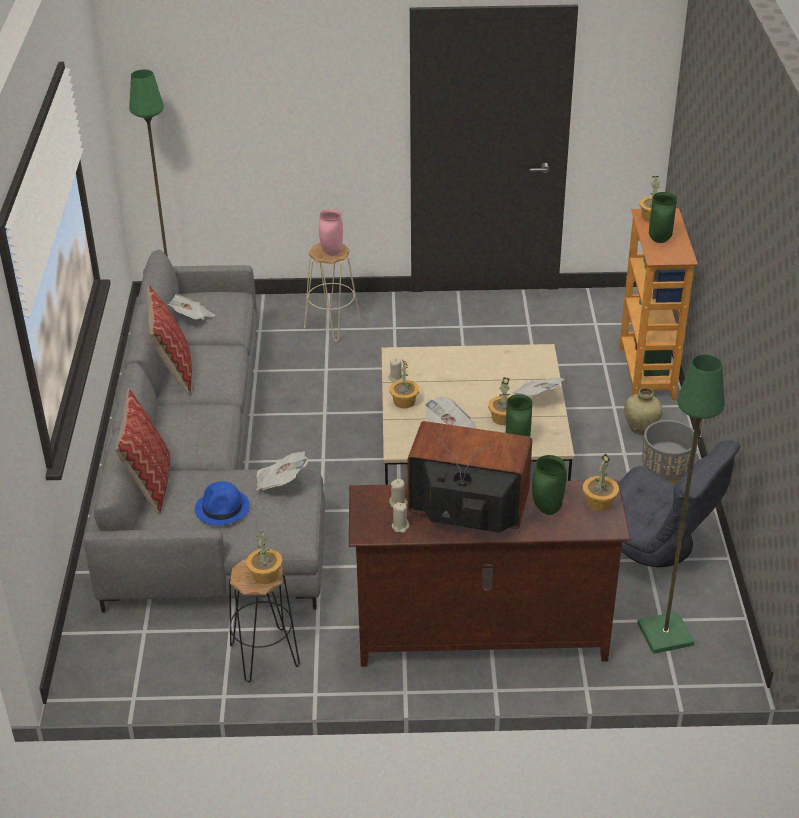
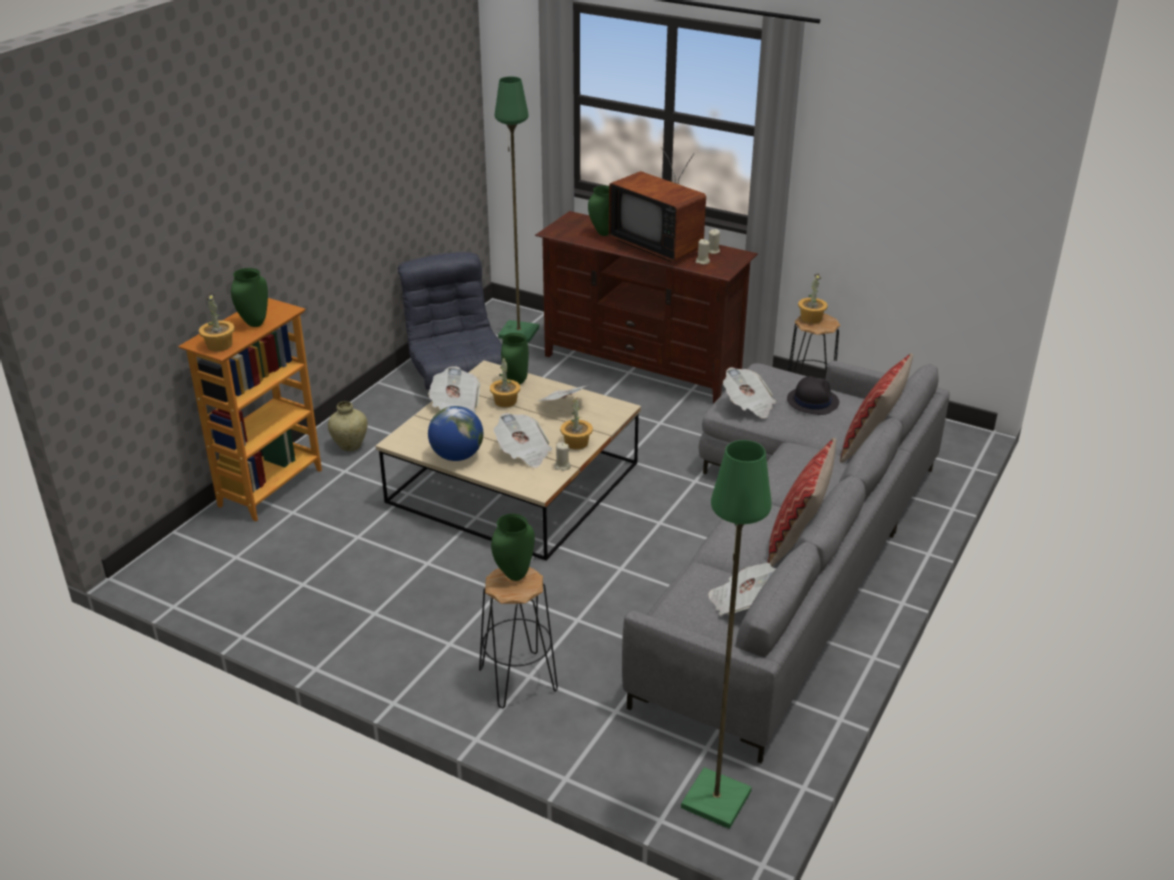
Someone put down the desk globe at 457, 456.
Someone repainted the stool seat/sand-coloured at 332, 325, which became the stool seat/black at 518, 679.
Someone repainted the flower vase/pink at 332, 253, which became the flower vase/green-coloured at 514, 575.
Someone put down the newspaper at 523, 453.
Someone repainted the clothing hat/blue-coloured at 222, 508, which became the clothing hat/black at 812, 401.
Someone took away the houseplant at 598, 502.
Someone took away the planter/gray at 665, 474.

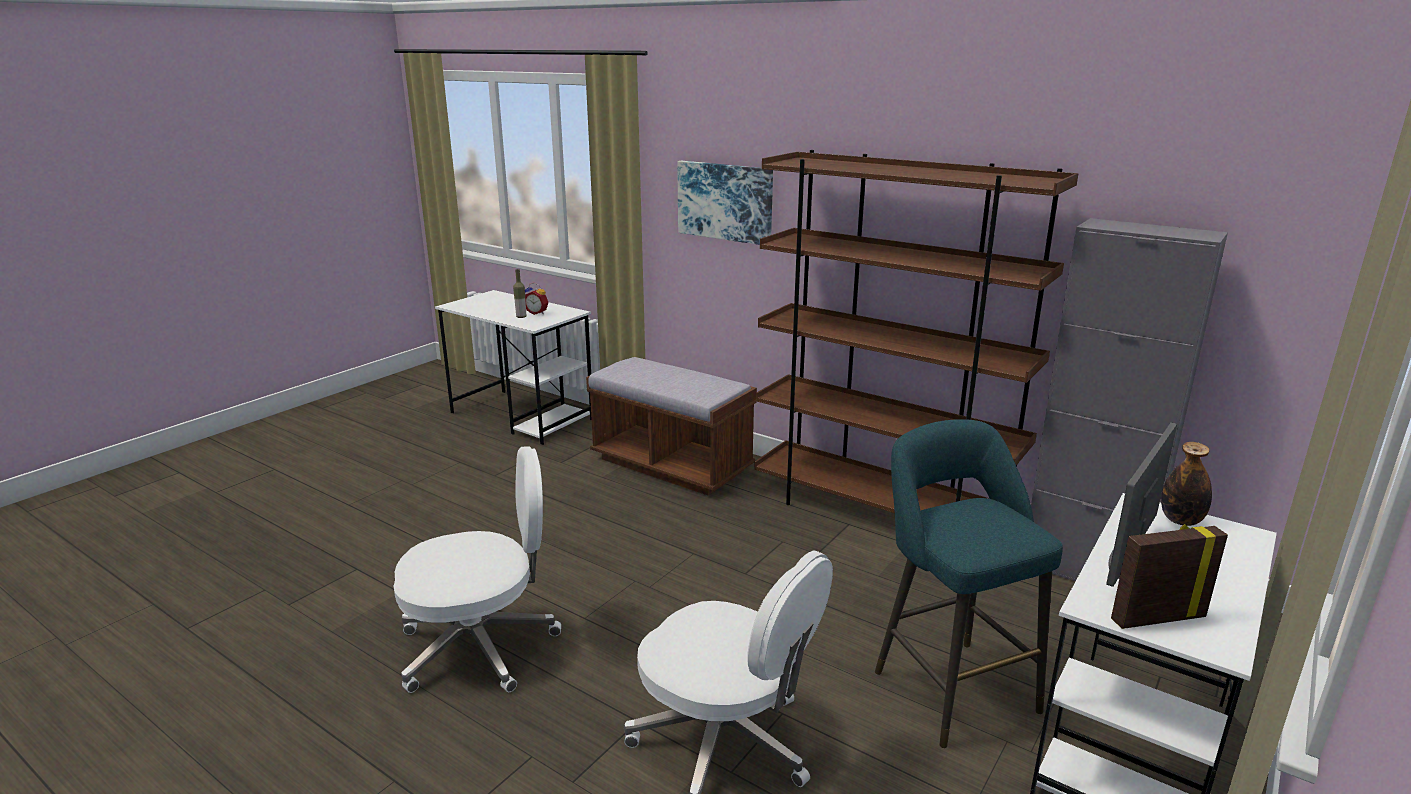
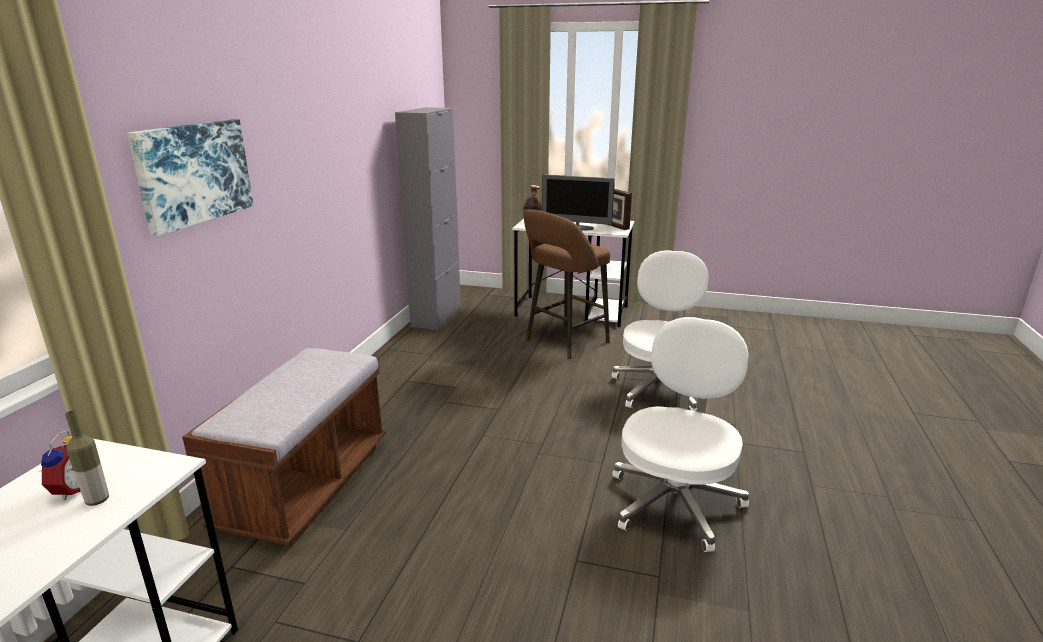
Someone repainted the stool seat/turquoise-coloured at 949, 685, which became the stool seat/brown-coloured at 564, 342.
Someone rotated the office chair/whitish at 481, 646 by 60 degrees clockwise.
Someone took away the shelving unit/brown-coloured at 880, 515.

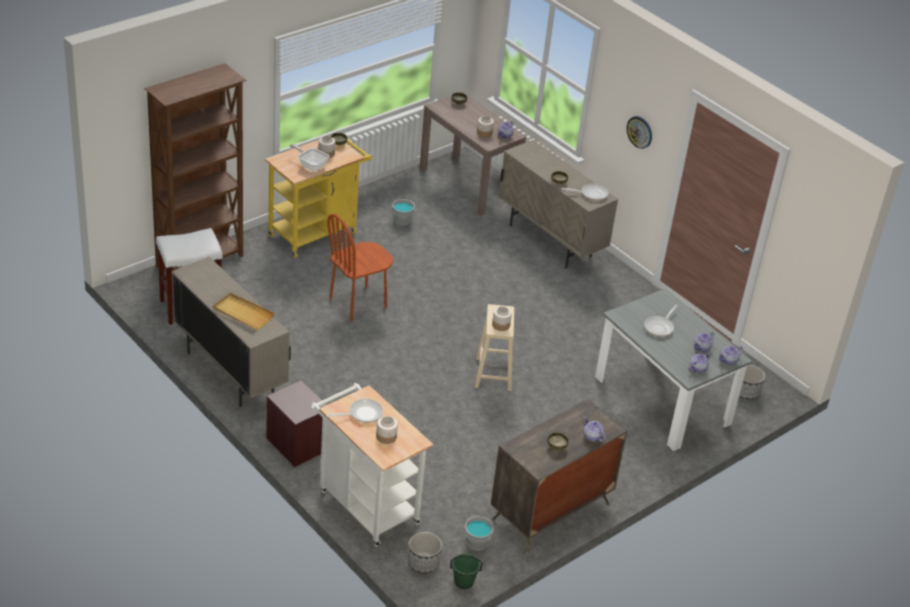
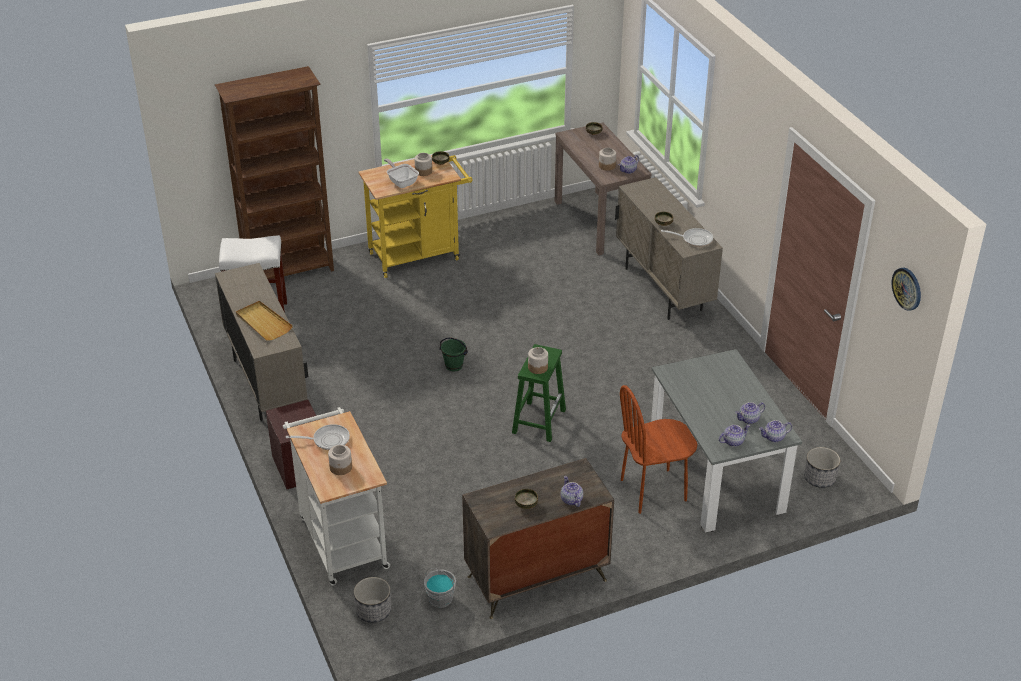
Someone carried the pail/green-coloured from 464, 582 to 454, 366.
Someone repainted the stool seat/sand-coloured at 493, 373, which became the stool seat/green-coloured at 539, 420.
Someone carried the plain chair/brown-coloured from 358, 303 to 653, 490.
Someone carried the hanging clock from 640, 132 to 907, 288.
Someone took away the pail/gray at 402, 220.
Someone took away the frying pan at 660, 327.

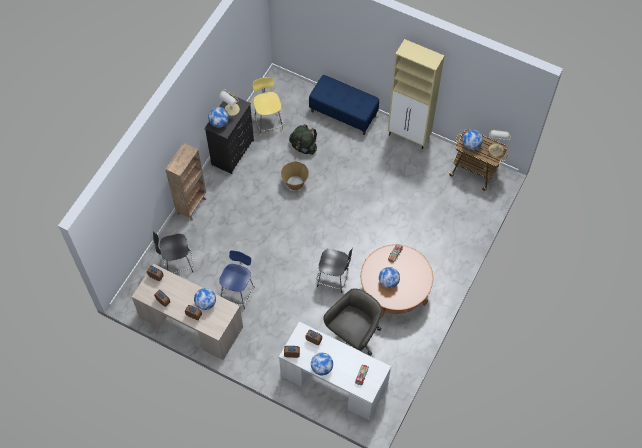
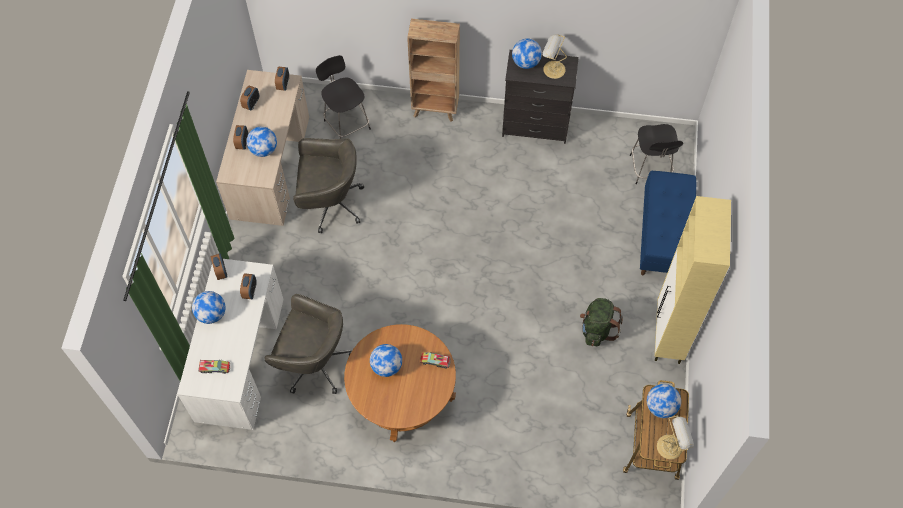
Someone swapped the stool seat/blue-coloured at 238, 292 for the office chair/gray at 330, 203.
Someone carried the knapsack/green-coloured from 303, 147 to 597, 329.
Someone carried the stool seat/black from 334, 279 to 650, 169.
Someone took away the stool seat/yellow at 268, 122.
Someone took away the basket at 295, 183.

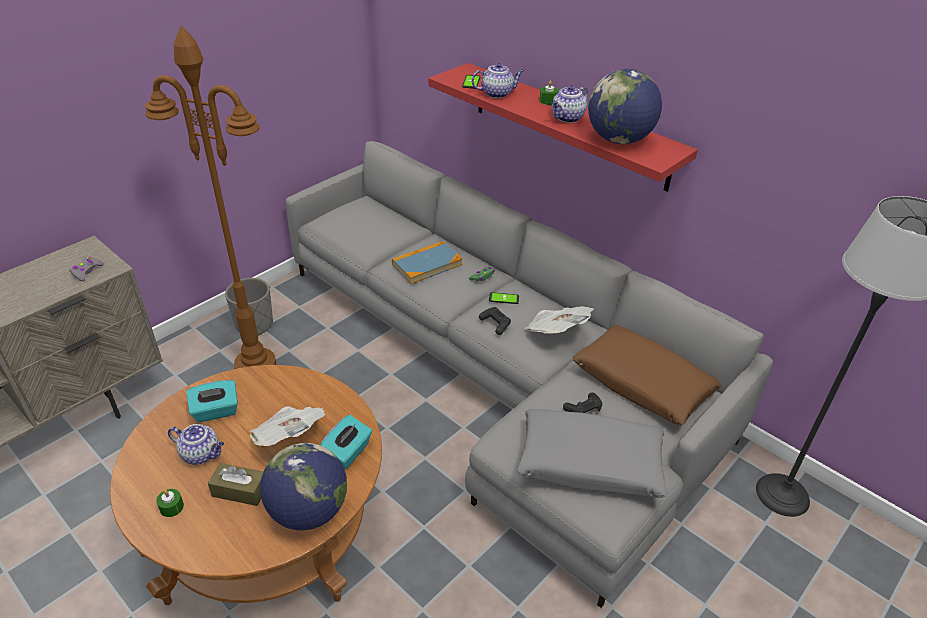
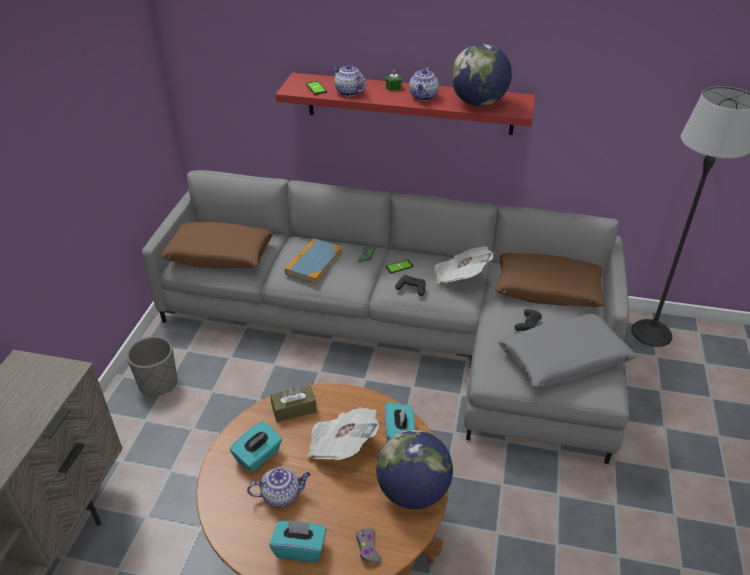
Someone put down the pillow/brown-coloured at 219, 255.
Someone swapped the wax candle/green-coloured at 171, 507 for the tissue holder/turquoise-coloured at 300, 548.
Someone carried the tissue holder/brown-coloured from 240, 491 to 294, 409.
Someone rotated the tea pot at 497, 93 by 90 degrees counterclockwise.
Someone carried the gamepad/gray from 87, 271 to 368, 548.
Someone took away the standard lamp/brown-coloured at 255, 365.

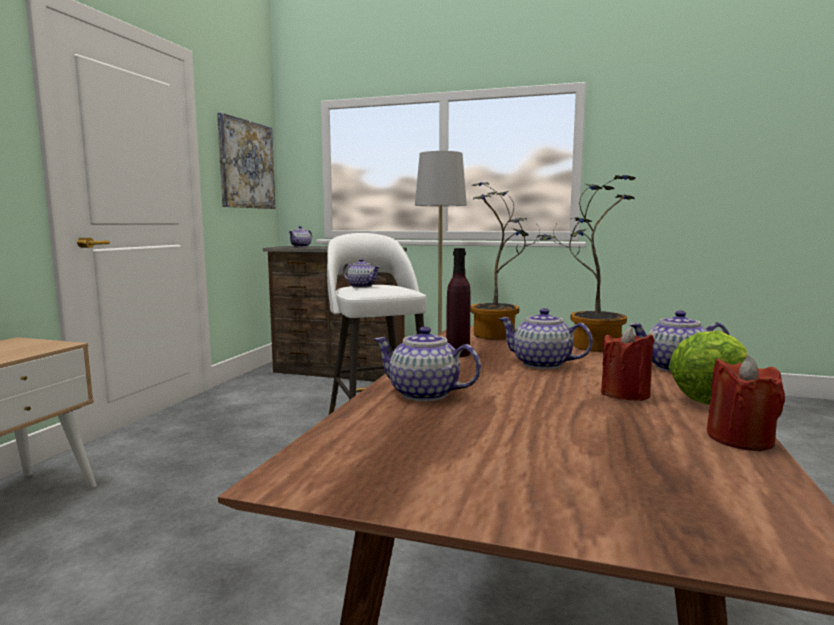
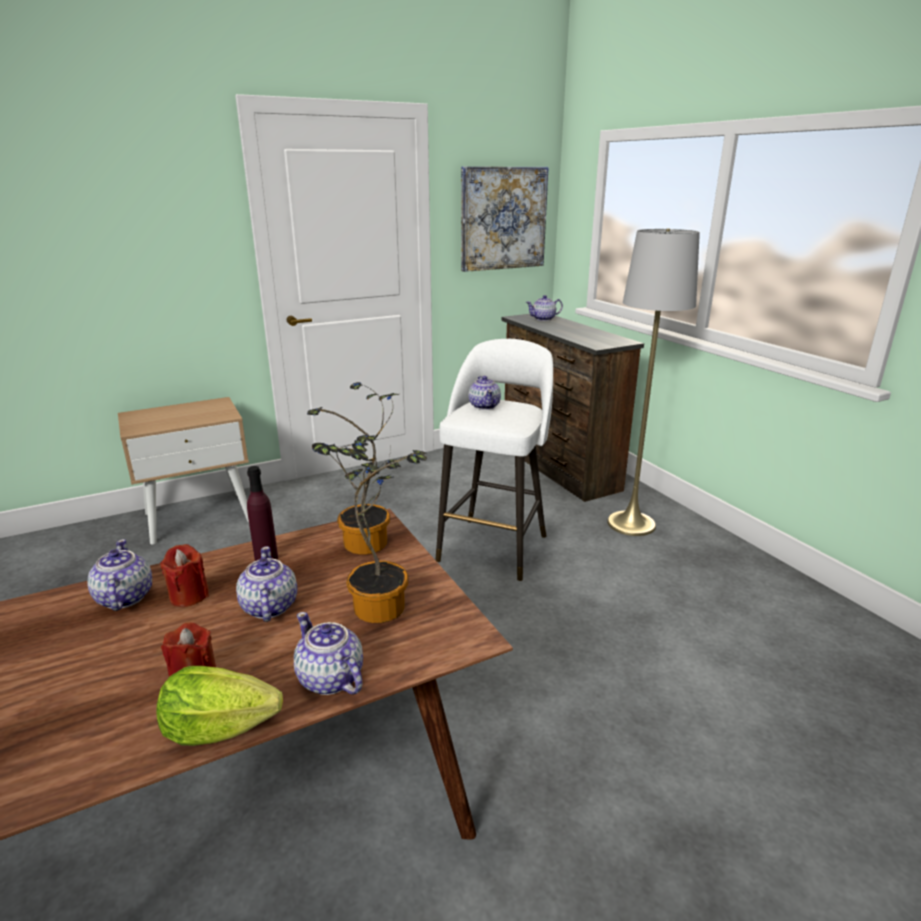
Someone carried the wax candle/red from 740, 439 to 189, 596.

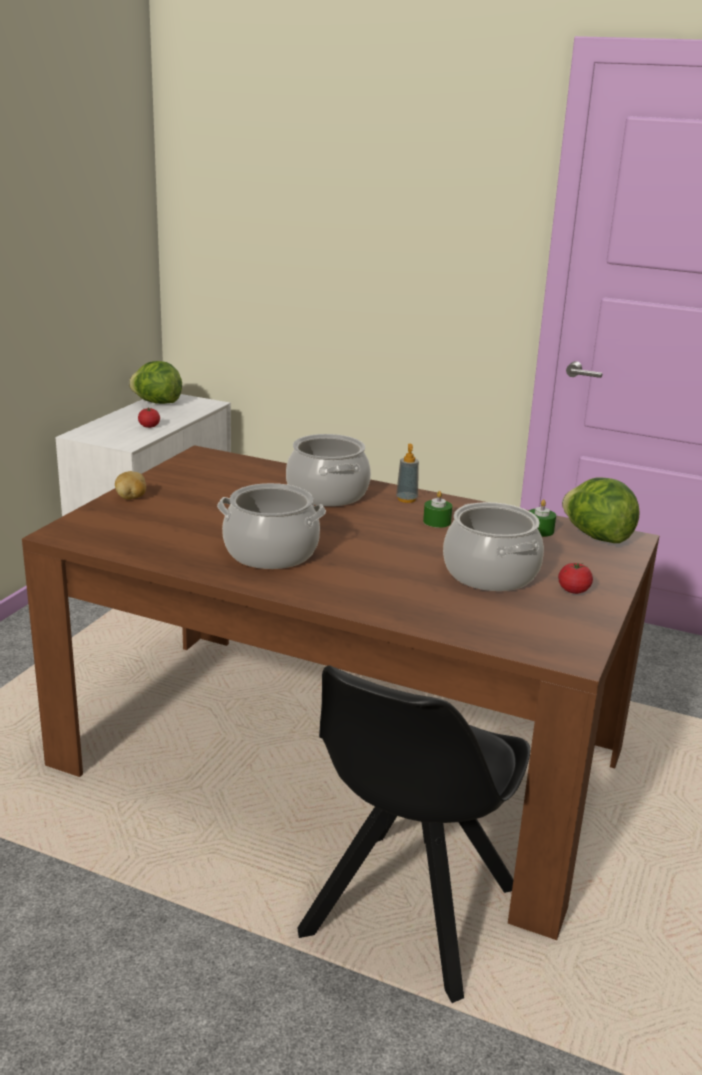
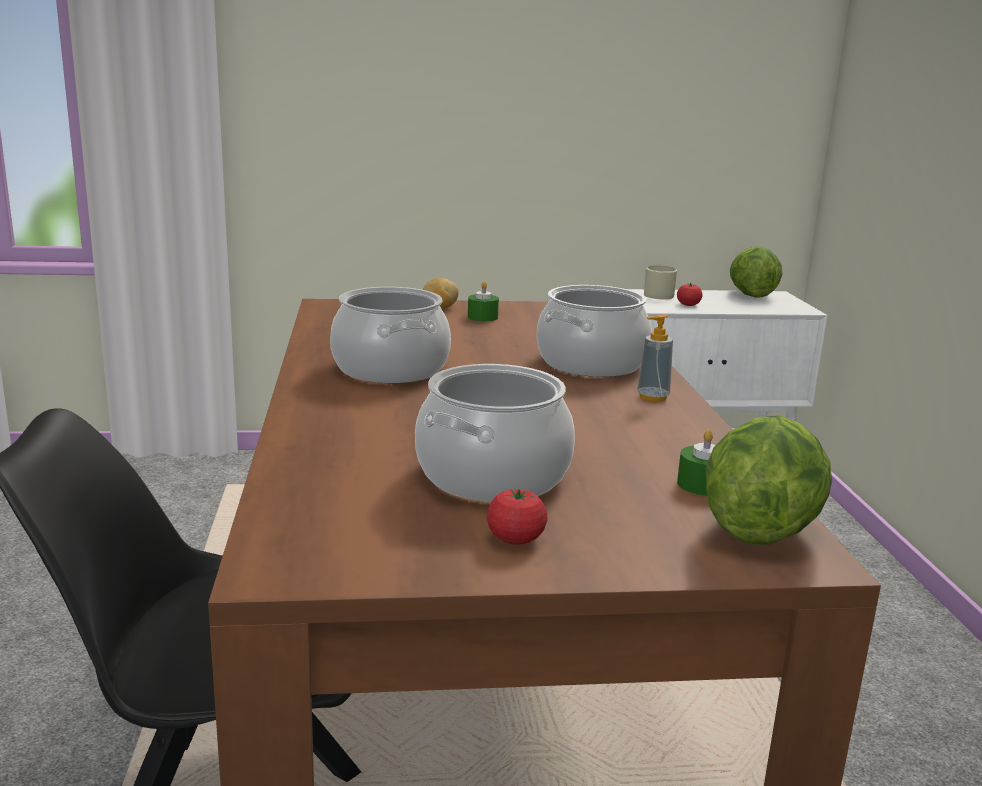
Someone carried the wax candle/green-coloured from 437, 521 to 482, 317.
Someone put down the tea mug/sand-coloured at 658, 294.

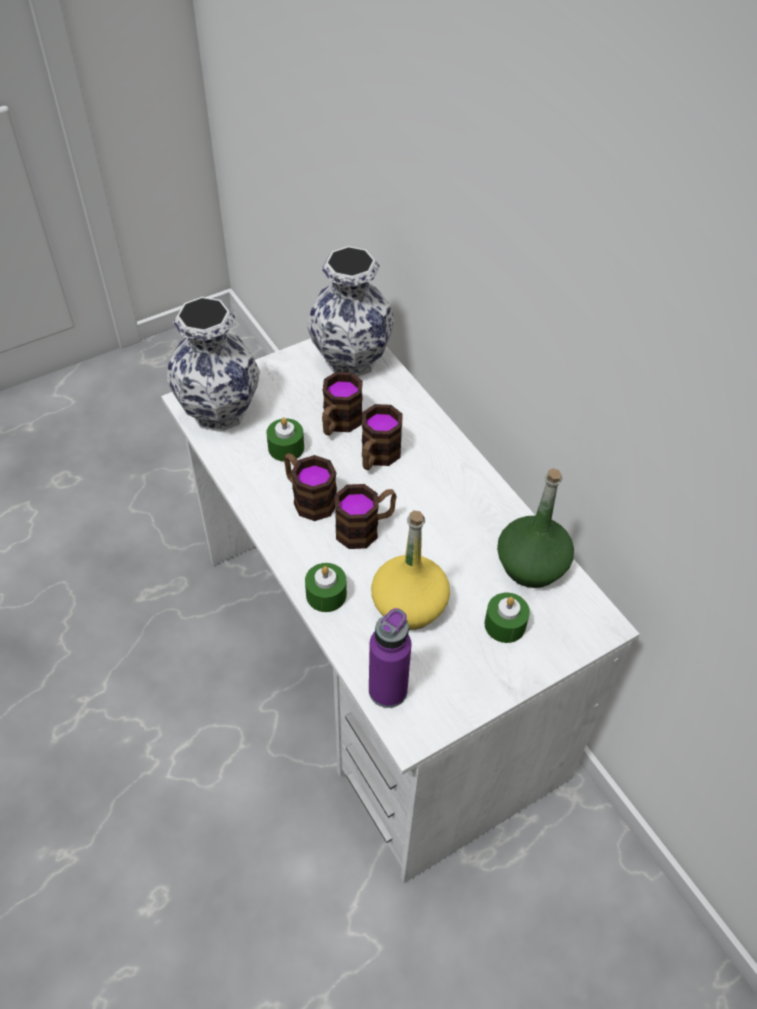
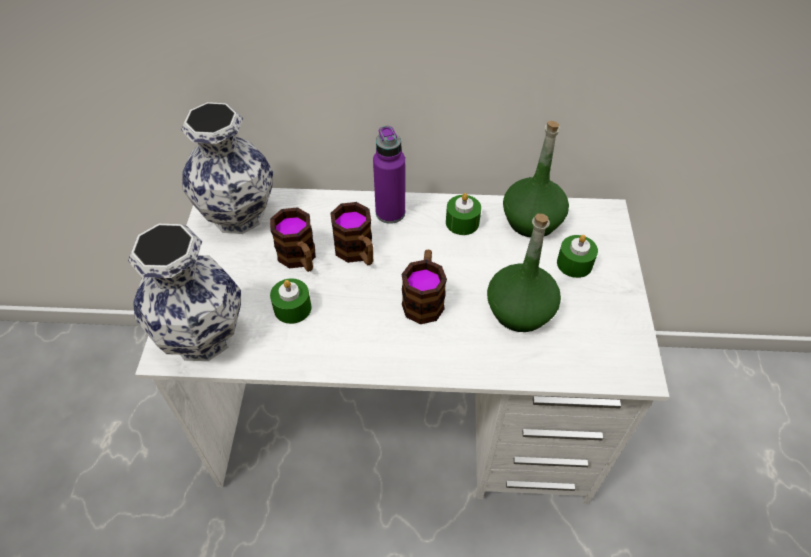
Someone carried the bottle/purple-coloured from 388, 690 to 390, 213.
Someone carried the wax candle/green-coloured from 326, 594 to 462, 222.
Someone repainted the bottle/yellow at 409, 605, which became the bottle/green-coloured at 519, 310.
Someone took away the tea mug at 308, 498.

